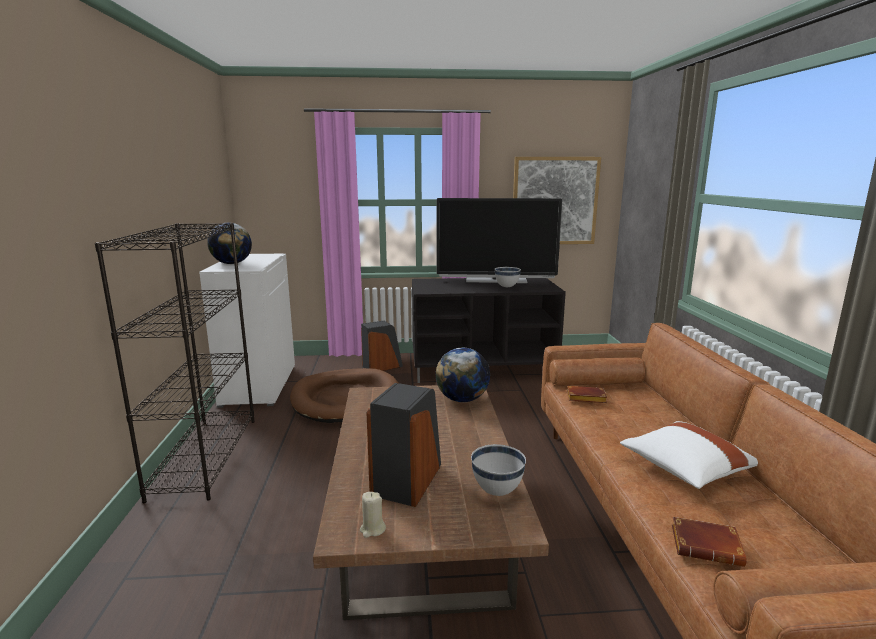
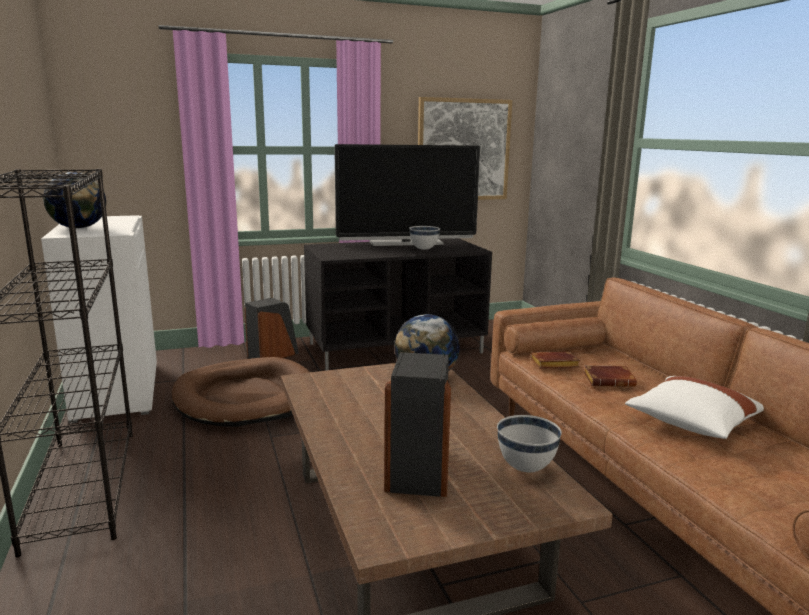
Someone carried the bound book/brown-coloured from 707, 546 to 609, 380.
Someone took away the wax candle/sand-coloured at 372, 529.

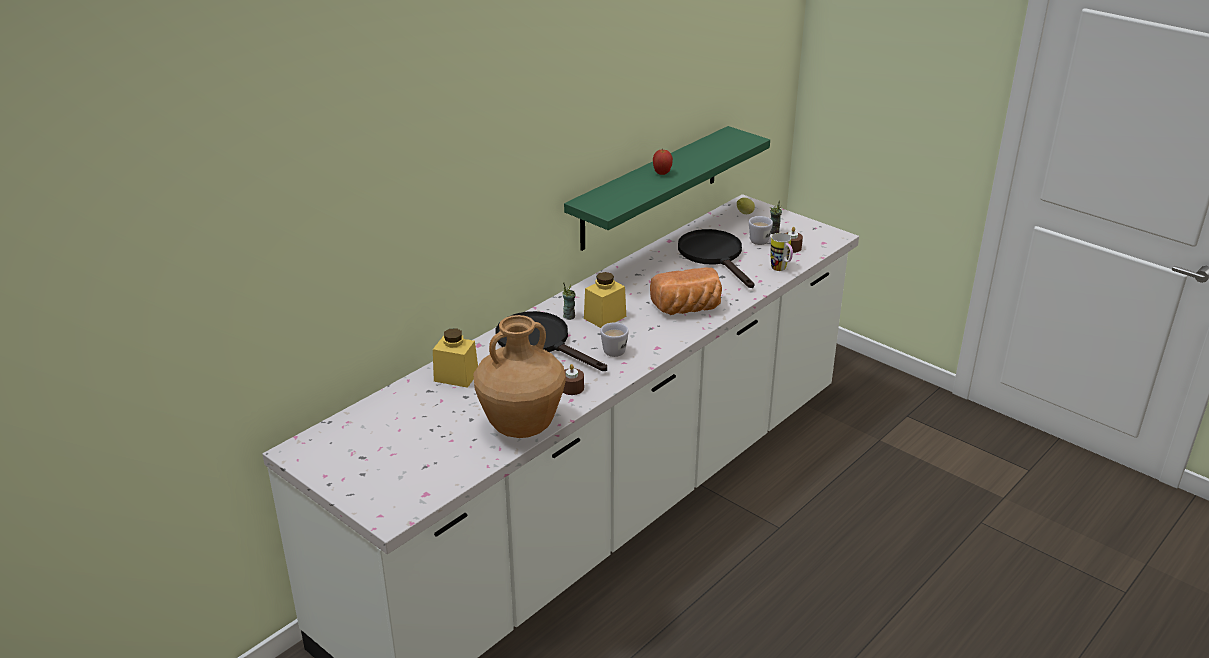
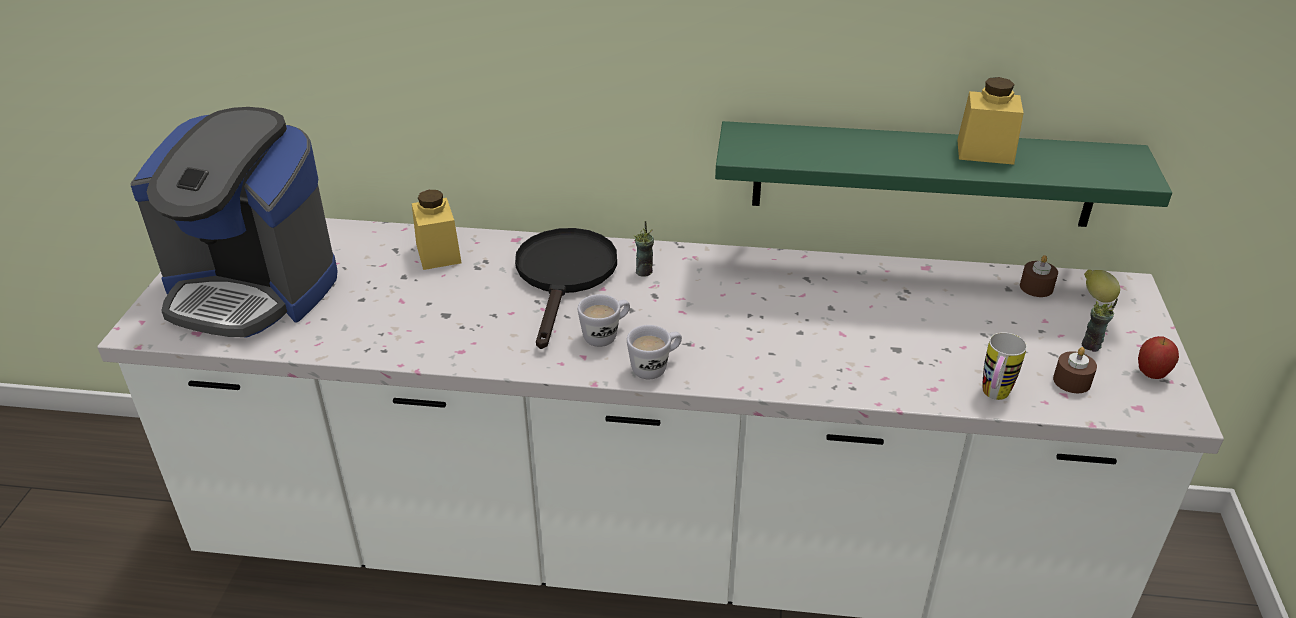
Someone put down the coffee machine at 252, 289.
Someone carried the tea mug/whitish from 758, 239 to 655, 367.
Someone carried the jar/yellow from 605, 317 to 985, 151.
Someone carried the wax candle/brown-coloured from 572, 388 to 1036, 287.
Someone carried the whole apple from 662, 173 to 1151, 375.
Someone took away the flower vase/brown-coloured at 522, 427.
Someone took away the bread at 687, 309.
Someone took away the frying pan/black at 714, 256.

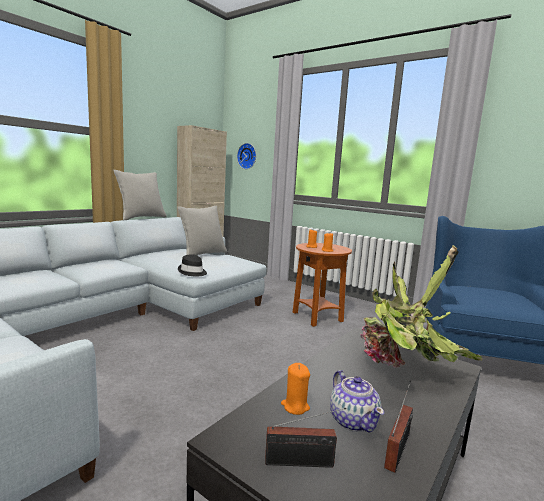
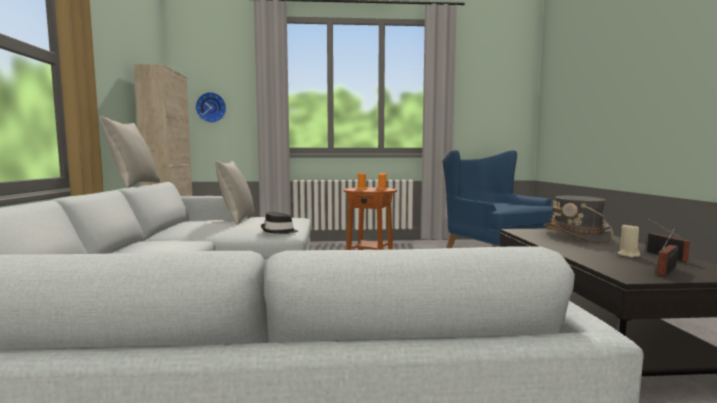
Someone swapped the houseplant at 405, 370 for the clothing hat/gray at 577, 236.
Someone swapped the tea pot at 353, 420 for the wax candle/sand-coloured at 628, 255.
Someone took away the wax candle/orange-coloured at 295, 406.

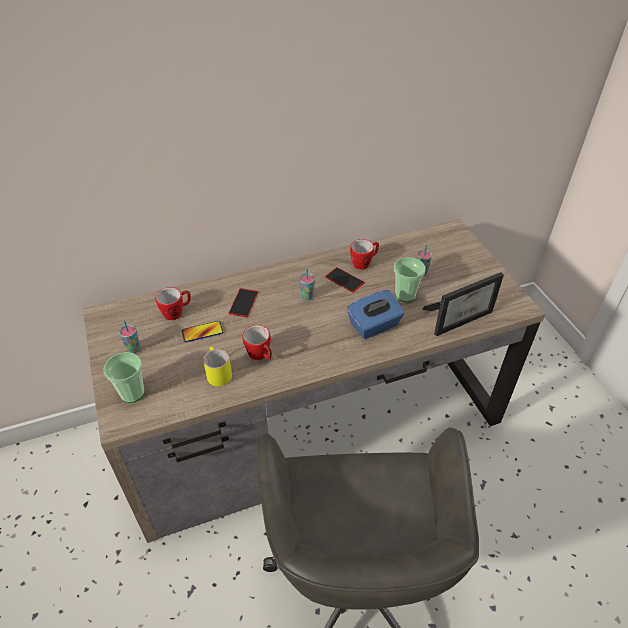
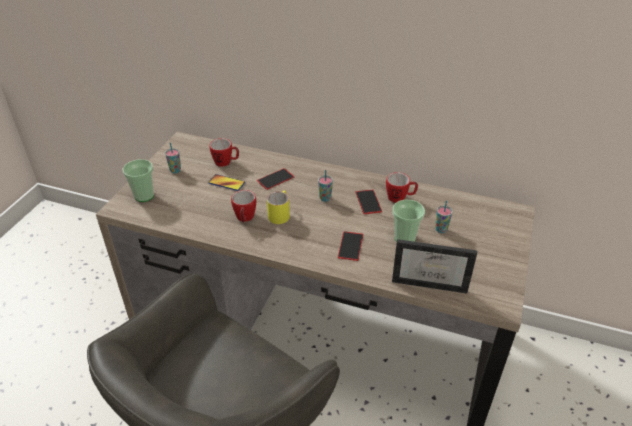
Someone carried the tea mug/yellow from 217, 373 to 279, 214.
Someone swapped the tissue holder/blue-coloured at 374, 326 for the phone at 350, 246.

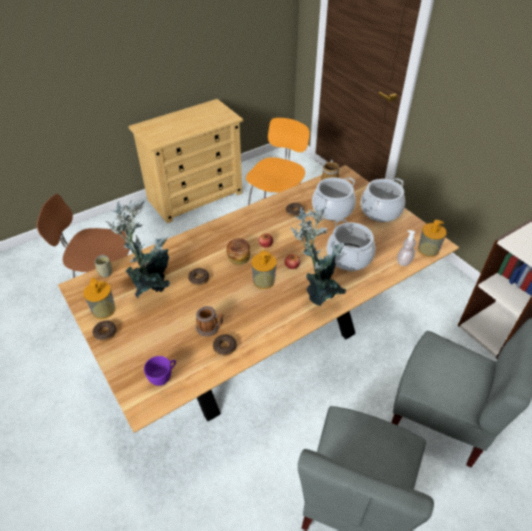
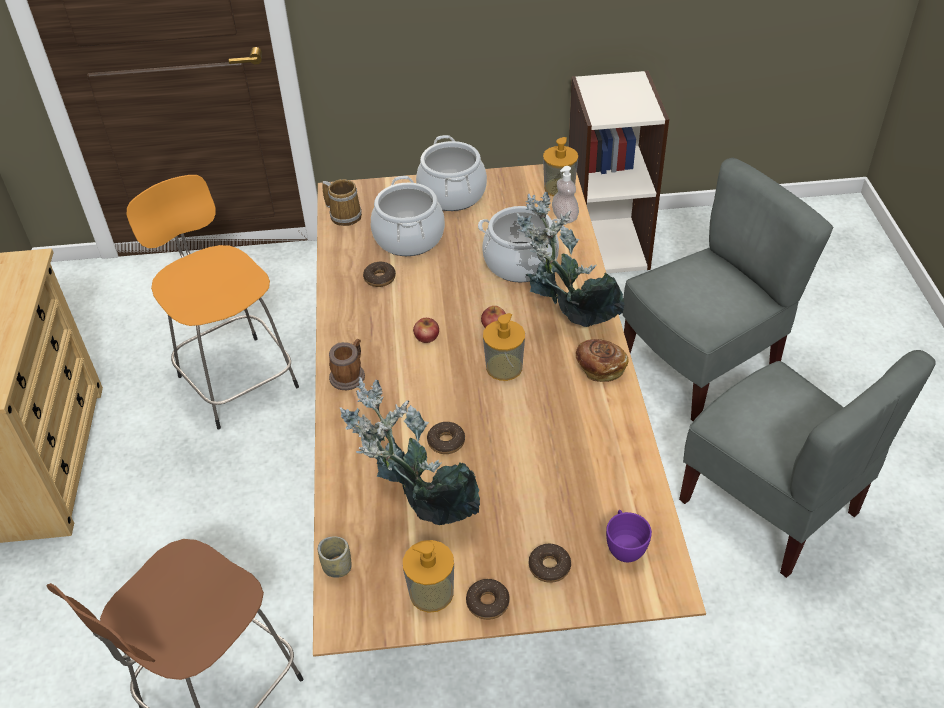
Someone carried the tea mug from 210, 327 to 349, 375.
Someone carried the doughnut from 224, 347 to 549, 567.
Someone carried the bread from 239, 256 to 599, 368.

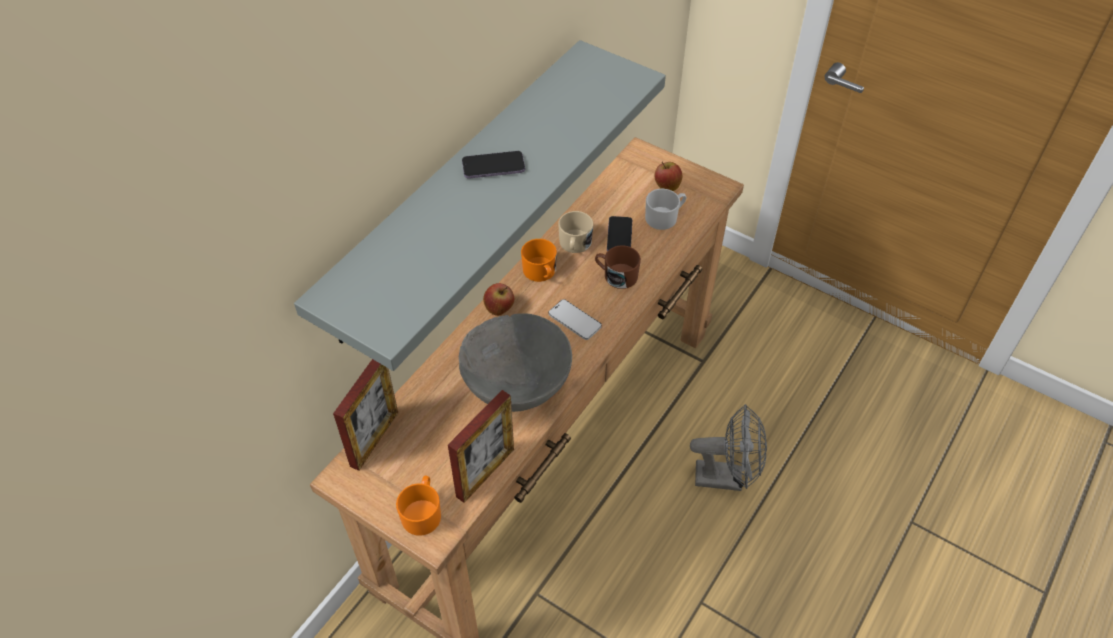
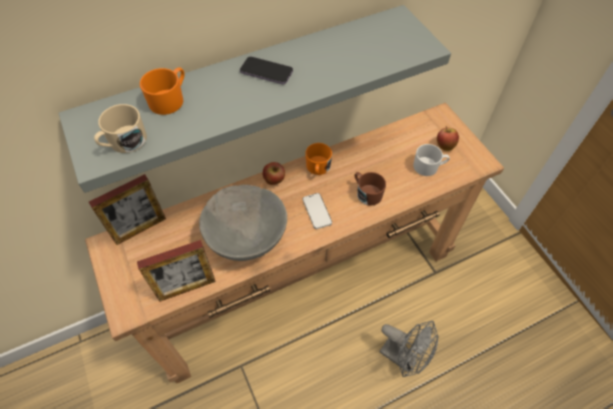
Someone carried the tea mug/sand-coloured from 574, 245 to 124, 142.
Someone carried the tea mug/orange-coloured from 422, 512 to 170, 99.
Someone took away the phone at 619, 236.

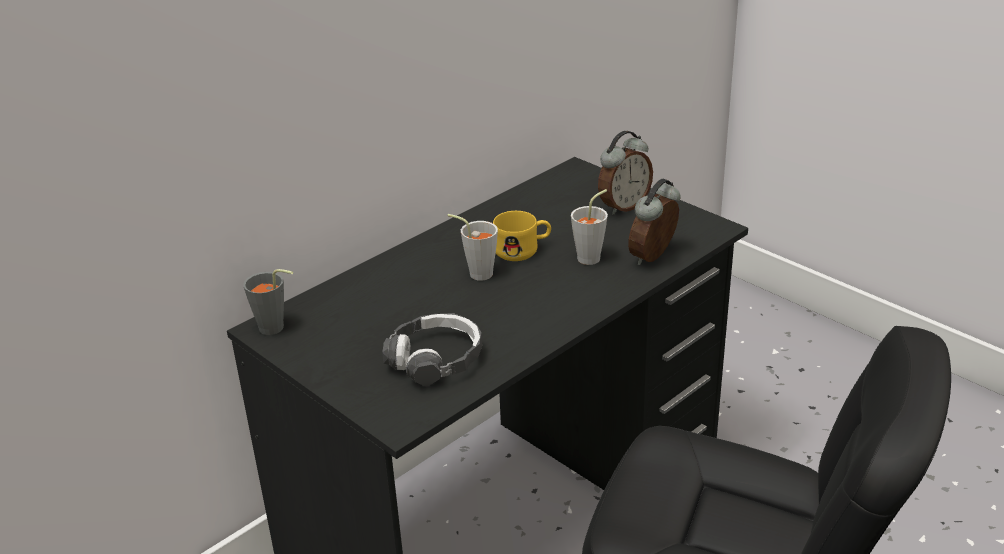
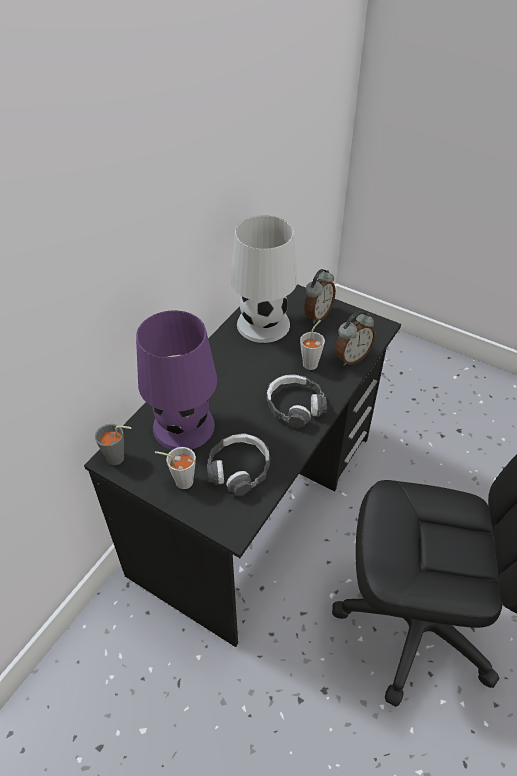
Someone put down the table lamp/purple-coloured at 184, 425.
Someone carried the drinking cup/gray from 476, 273 to 180, 481.
Someone put down the table lamp/whitish at 264, 324.
Someone put down the headset at 295, 405.
Someone rotated the alarm clock at 654, 257 by 150 degrees counterclockwise.
Someone took away the tea mug/yellow at 523, 249.

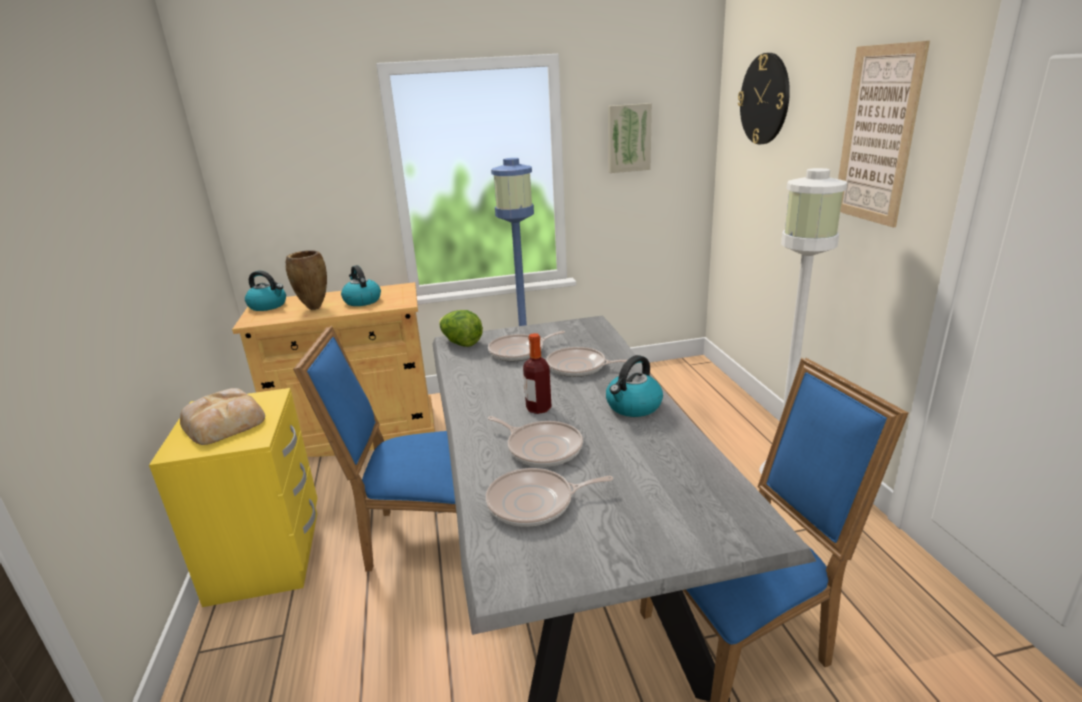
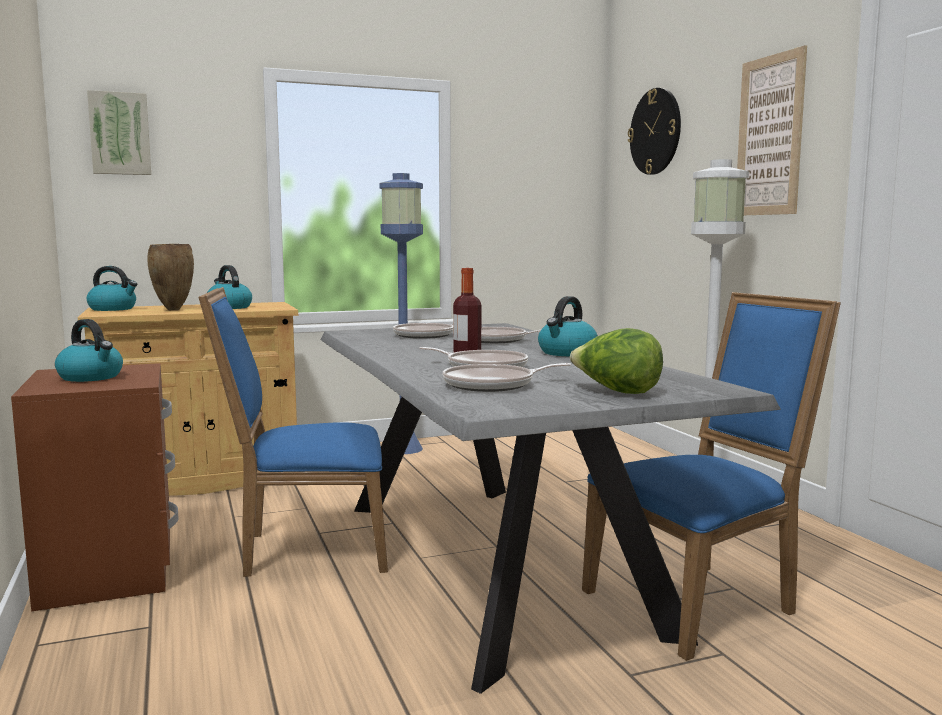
Someone repainted the night table/yellow at 268, 555, which became the night table/brown-coloured at 110, 570.
Someone swapped the bread at 224, 422 for the tea kettle at 91, 377.
Someone carried the wall art from 628, 138 to 120, 134.
Someone carried the head of lettuce from 461, 343 to 616, 392.

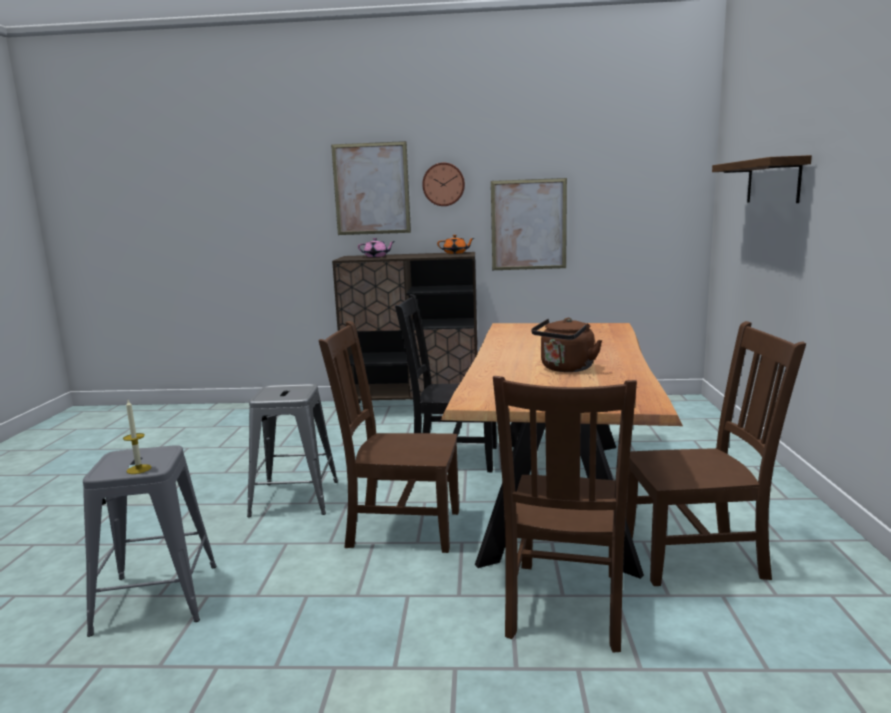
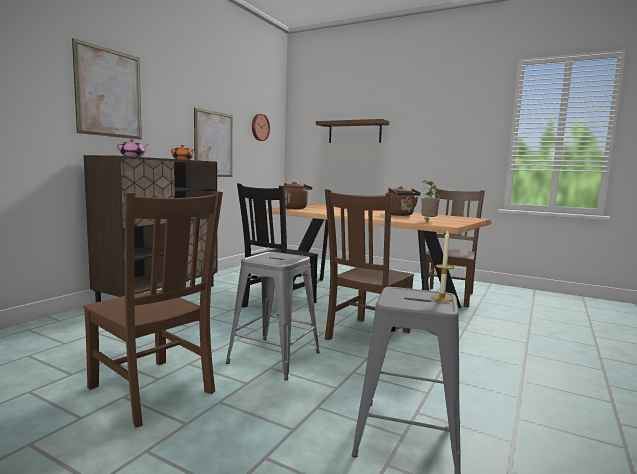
Someone carried the plain chair/brown-coloured from 565, 607 to 153, 391.
Someone carried the hanging clock from 443, 184 to 259, 127.
Someone put down the tea kettle/brown-coloured at 294, 208.
Someone put down the houseplant at 428, 222.

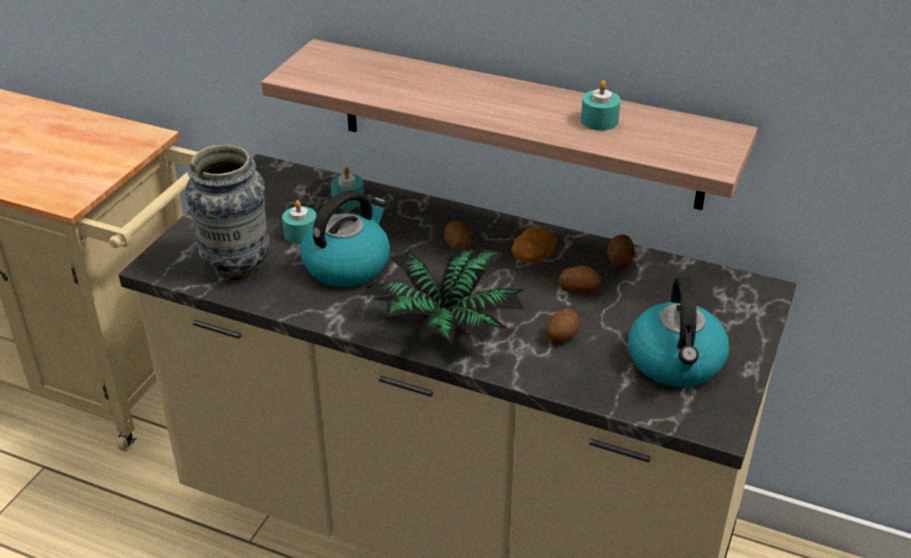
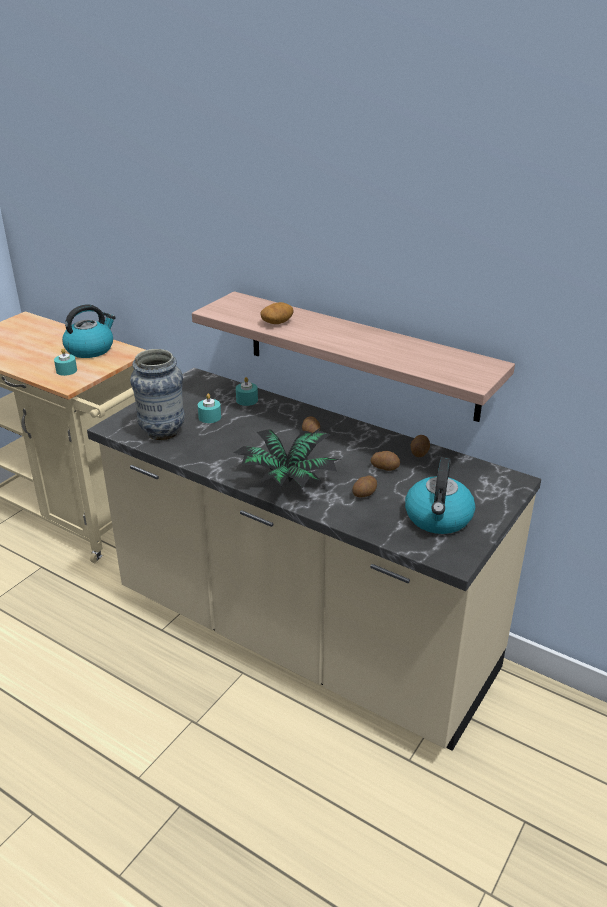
Someone carried the wax candle/turquoise-coloured from 599, 121 to 66, 370.
Someone carried the tea kettle from 347, 264 to 90, 349.
Someone carried the potato from 533, 257 to 277, 322.

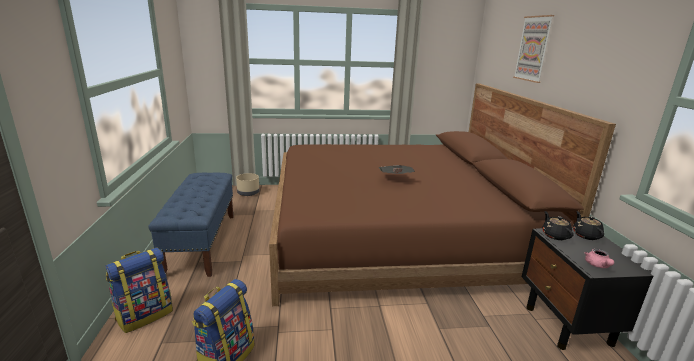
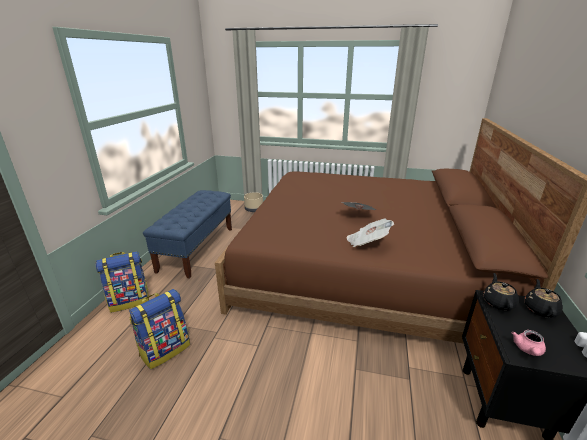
Someone put down the newspaper at 367, 242.
Someone took away the wall art at 533, 48.

